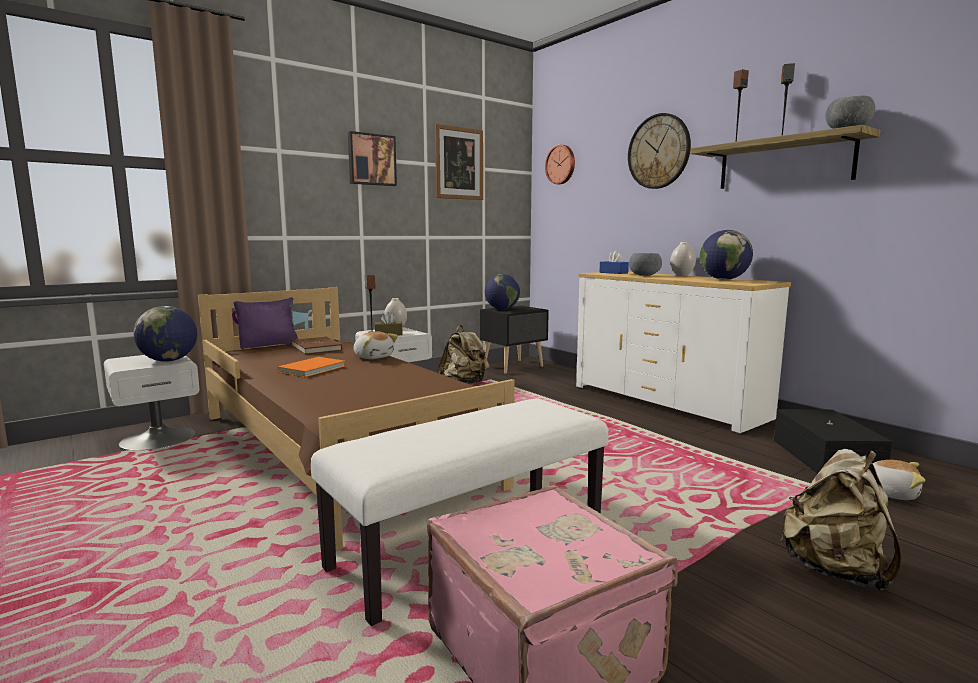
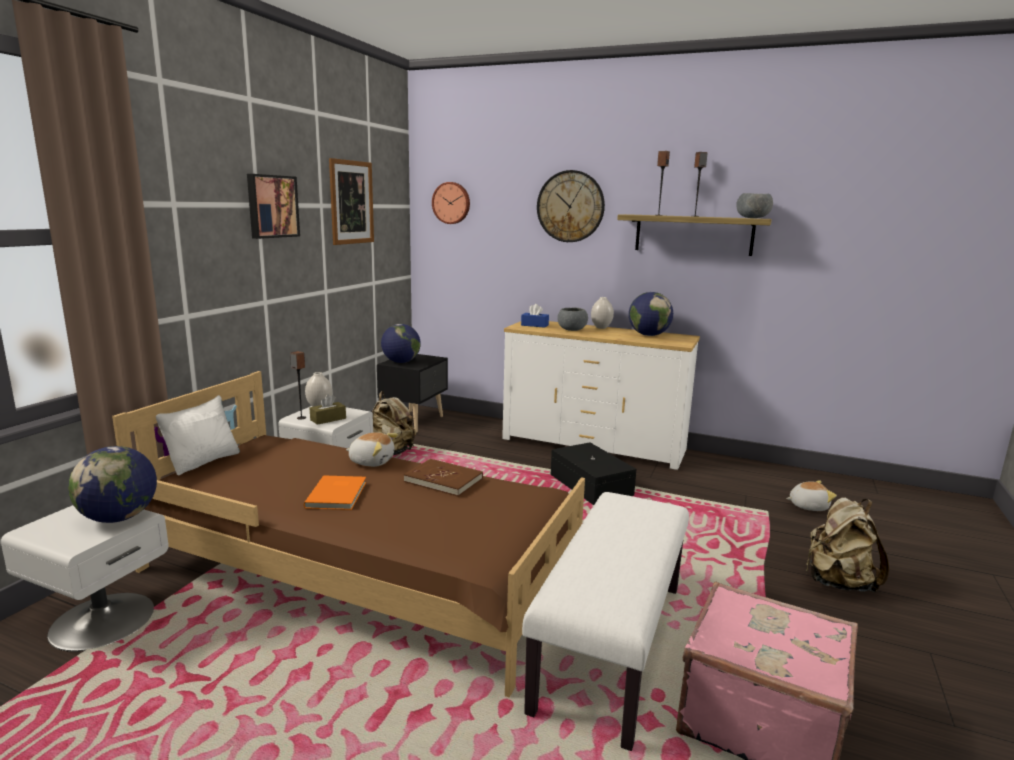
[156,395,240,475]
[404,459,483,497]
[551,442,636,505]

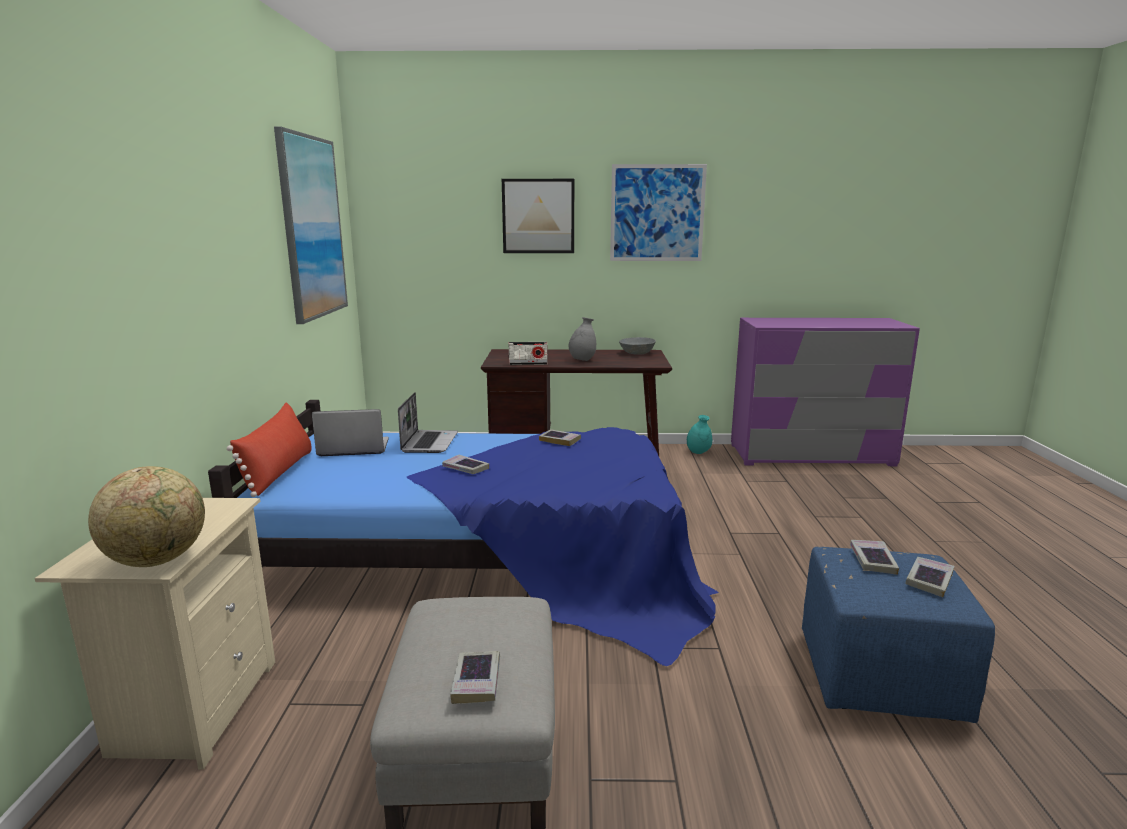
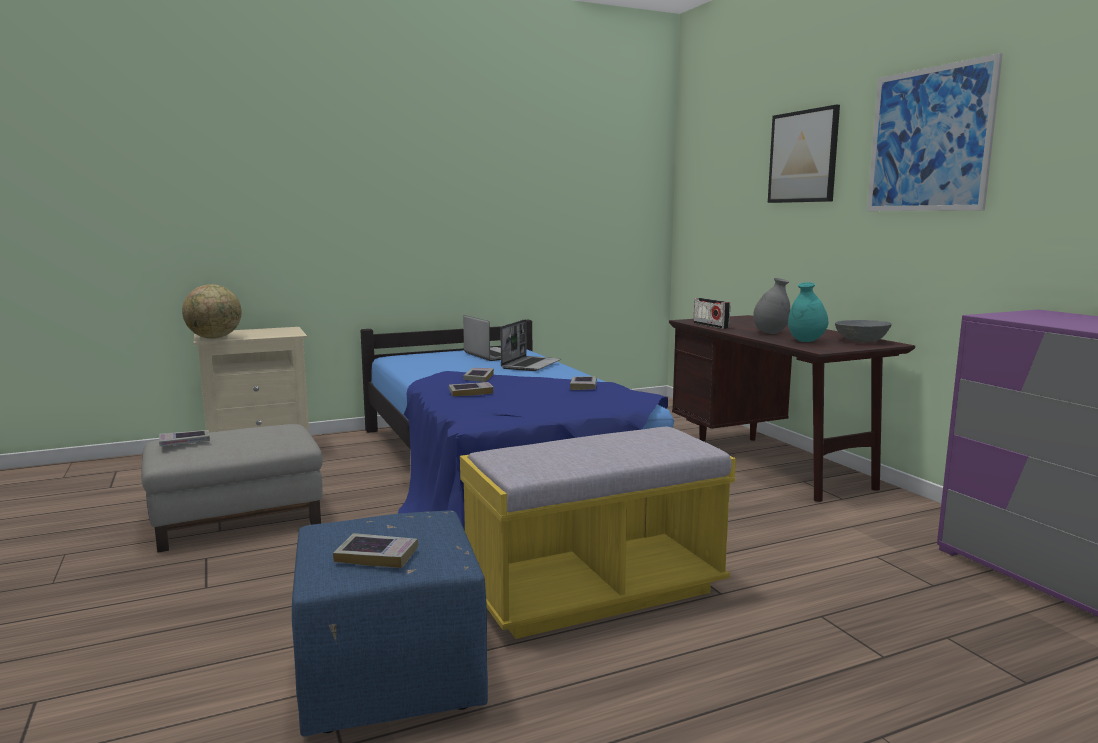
[449,382,493,397]
[460,427,736,639]
[501,319,561,371]
[788,282,828,342]
[227,403,311,497] (first image)
[274,127,348,324] (first image)

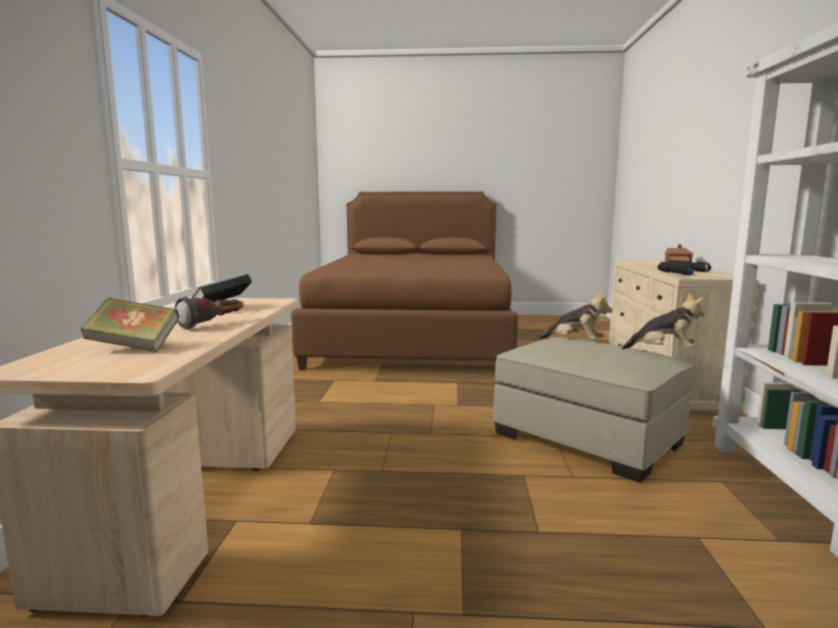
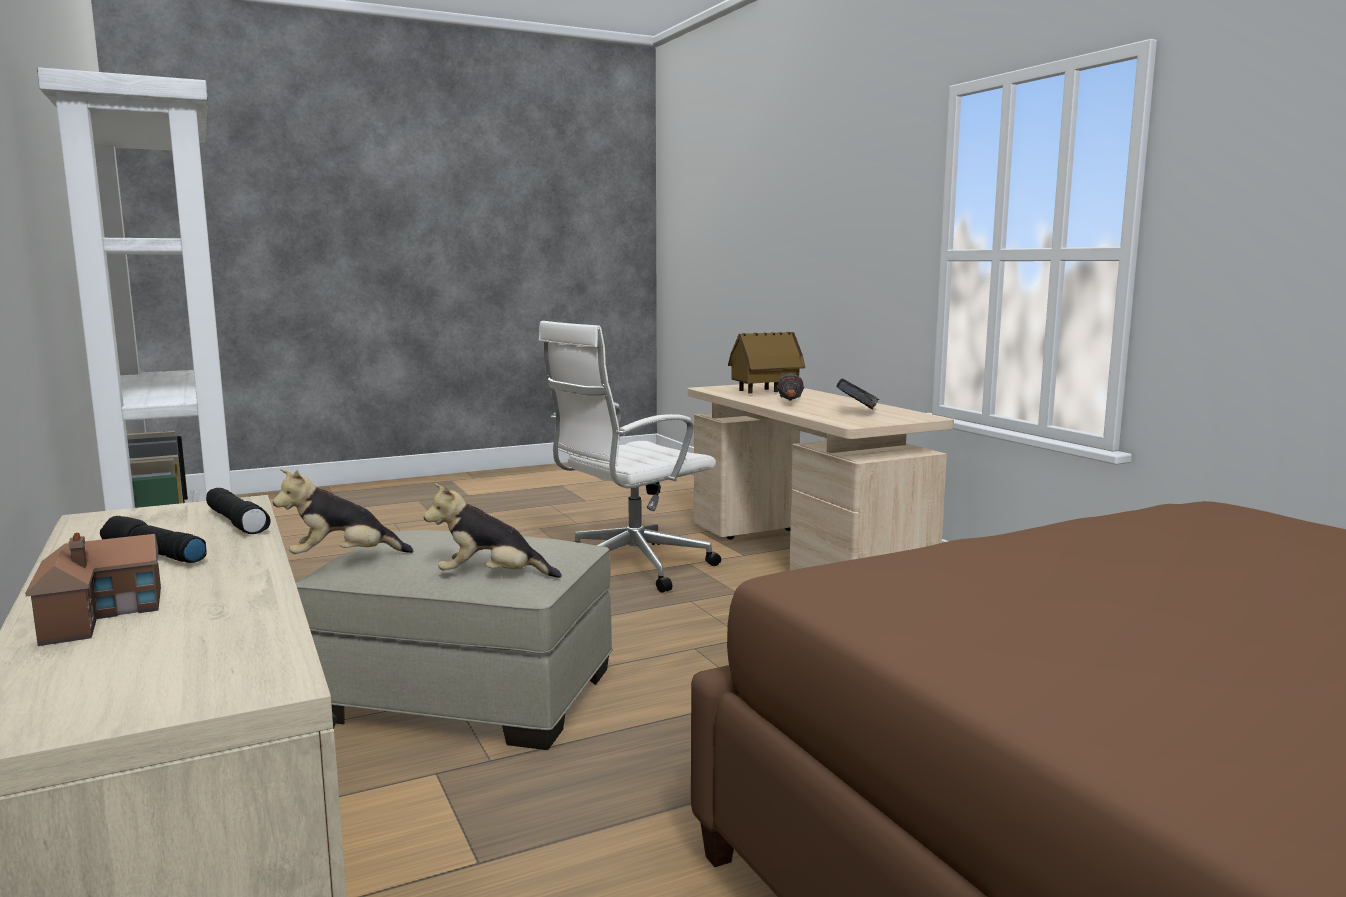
[539,321,721,593]
[728,332,805,394]

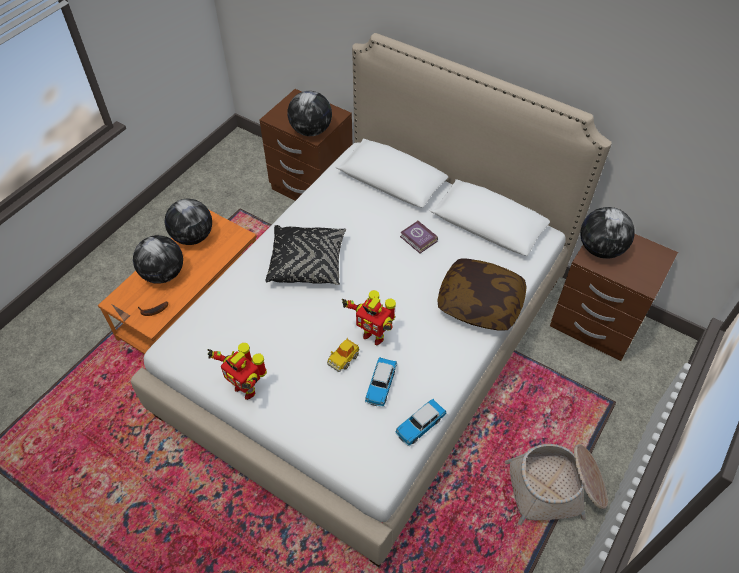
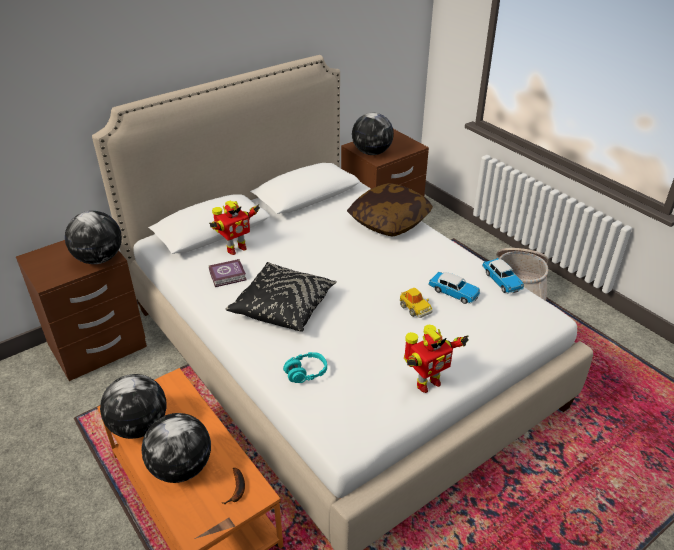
[209,201,260,255]
[209,259,247,287]
[283,352,327,383]

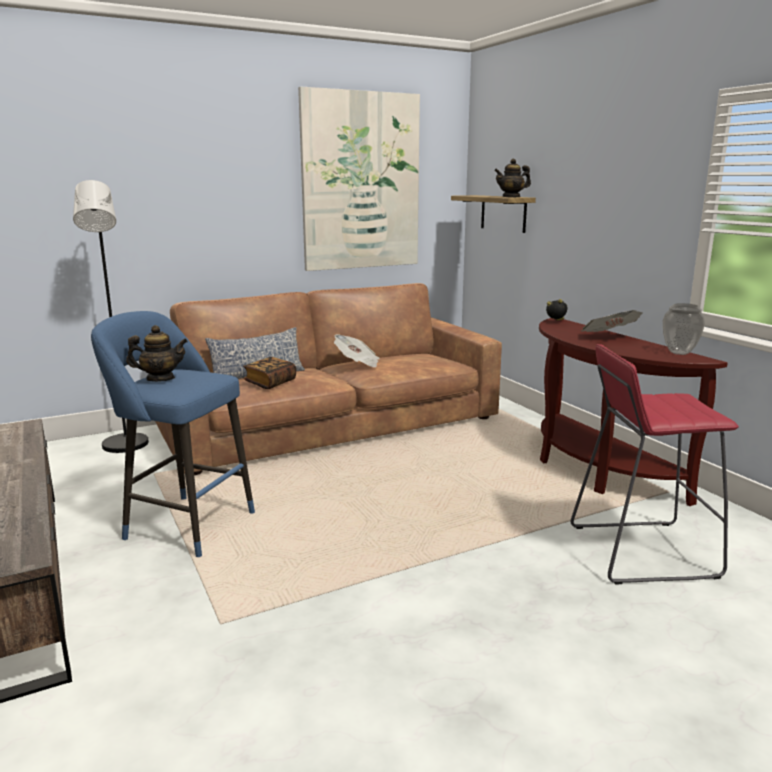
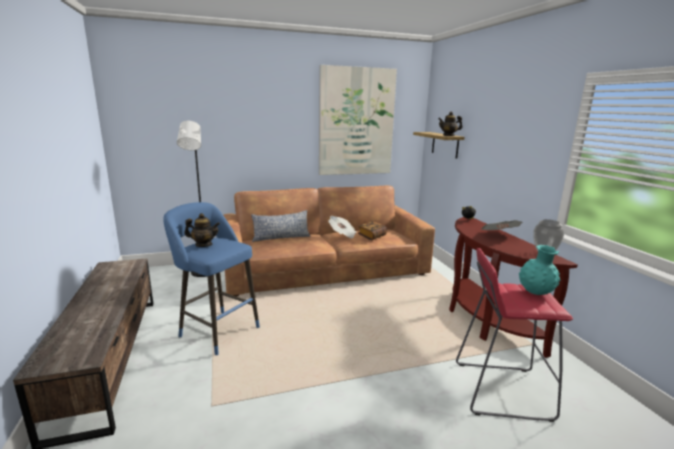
[358,221,387,240]
[519,245,560,295]

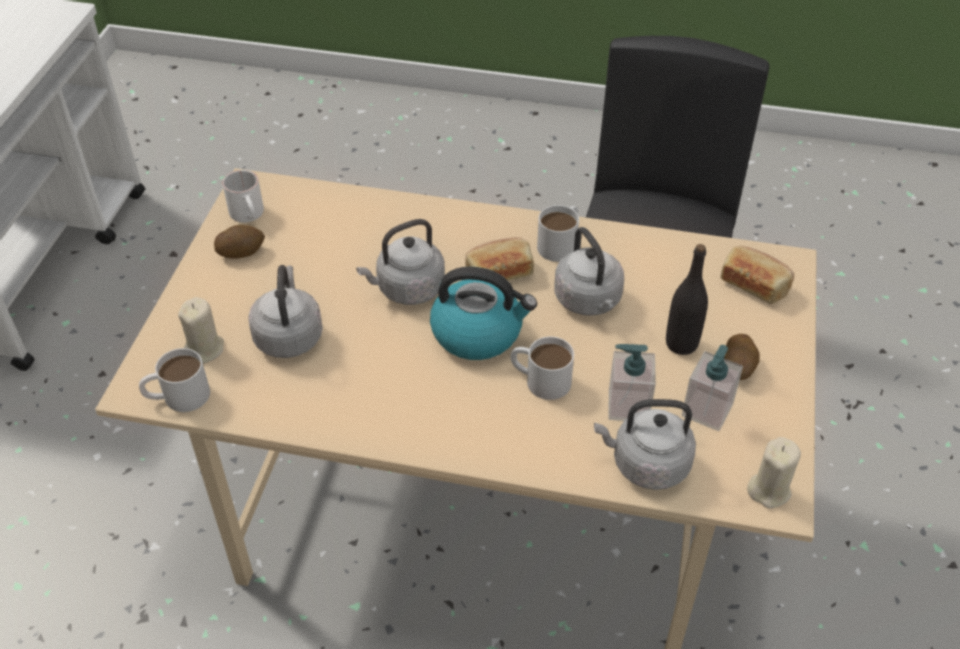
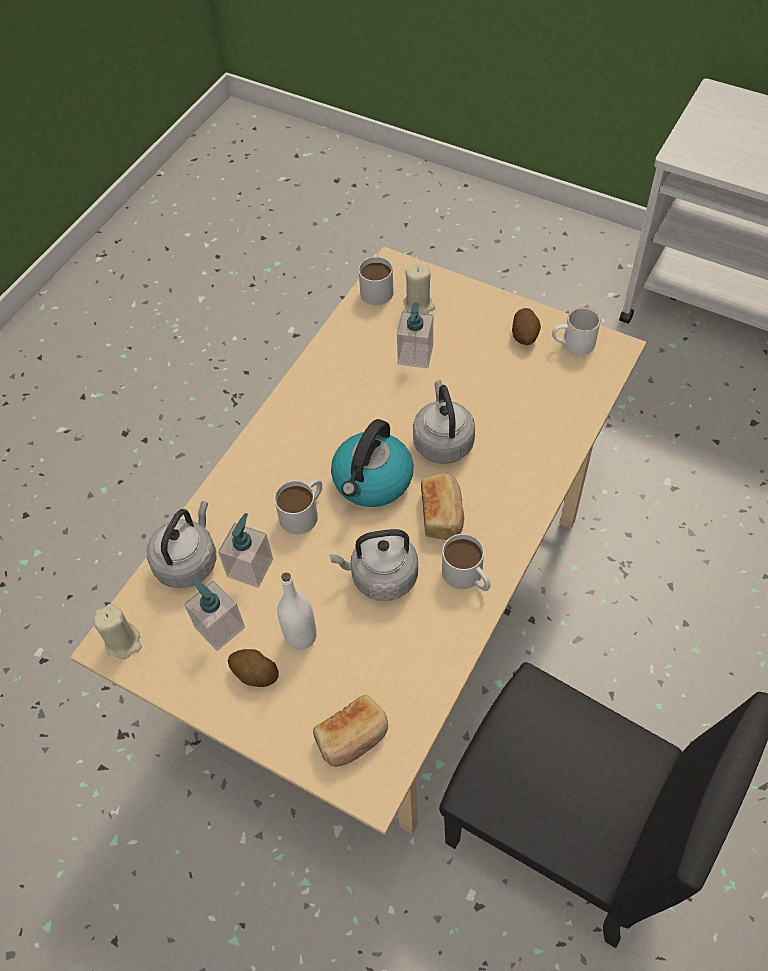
[277,572,317,650]
[397,302,433,368]

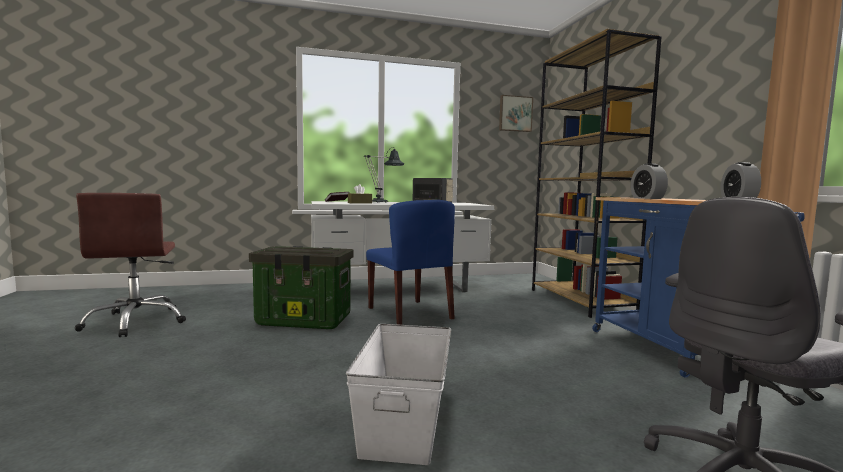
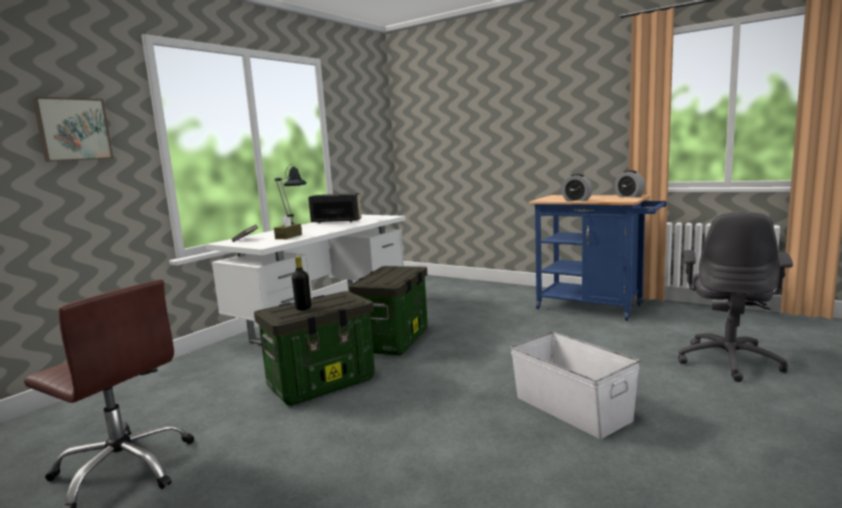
[32,97,113,162]
[292,256,311,310]
[348,266,428,356]
[532,29,662,318] (first image)

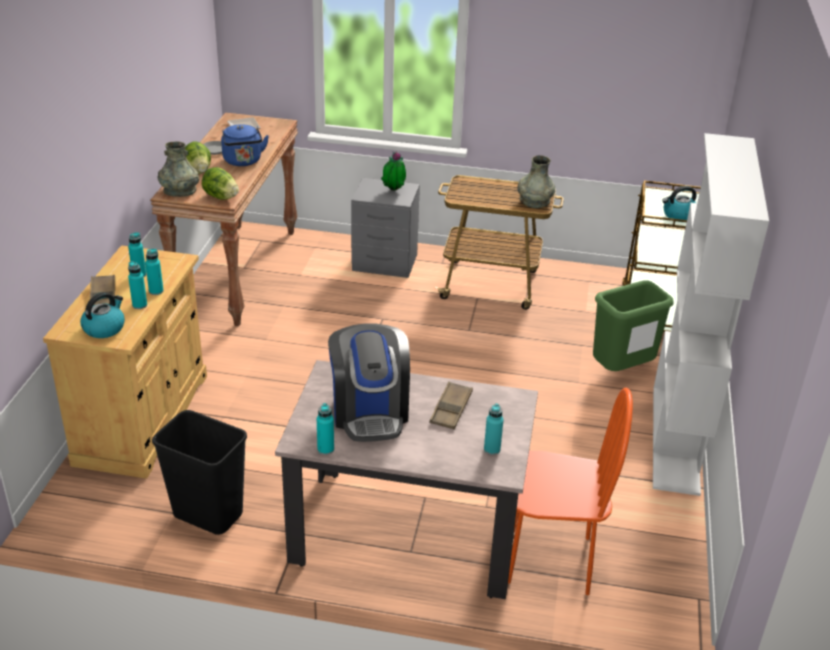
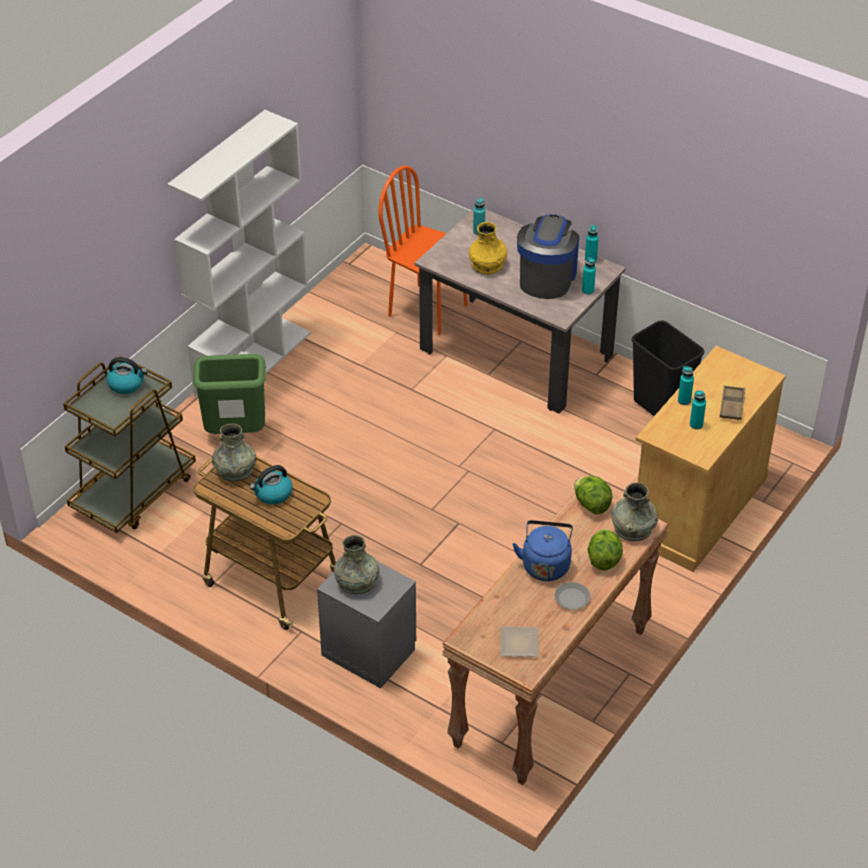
[250,465,293,505]
[334,535,379,594]
[469,222,507,275]
[582,257,596,295]

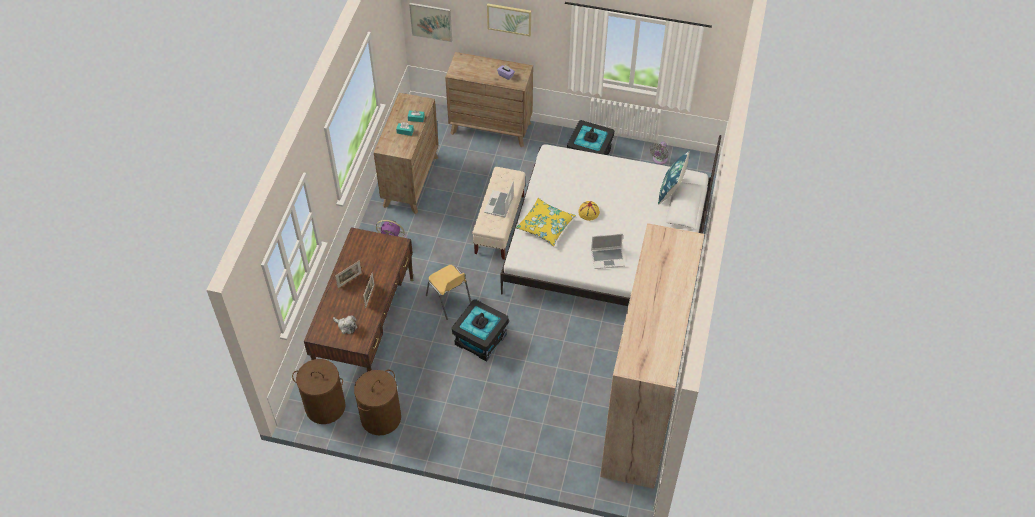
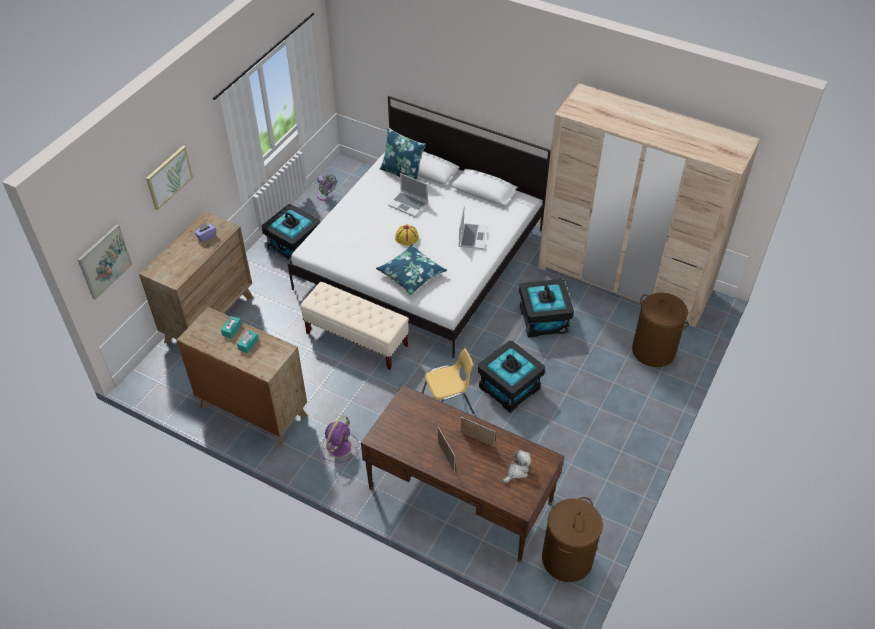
[376,245,447,295]
[388,173,428,217]
[519,279,574,338]
[632,293,689,367]

